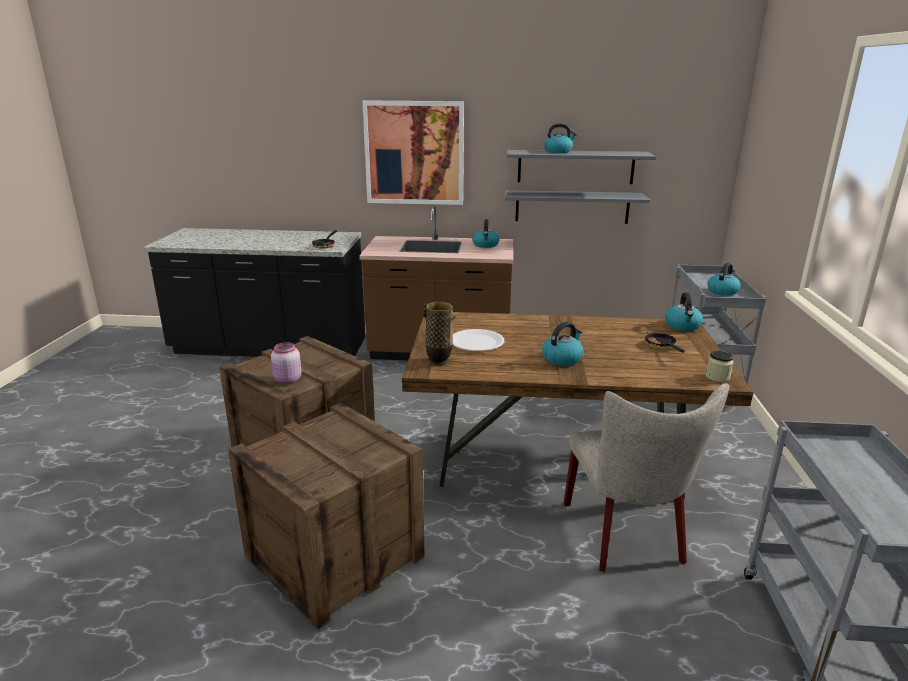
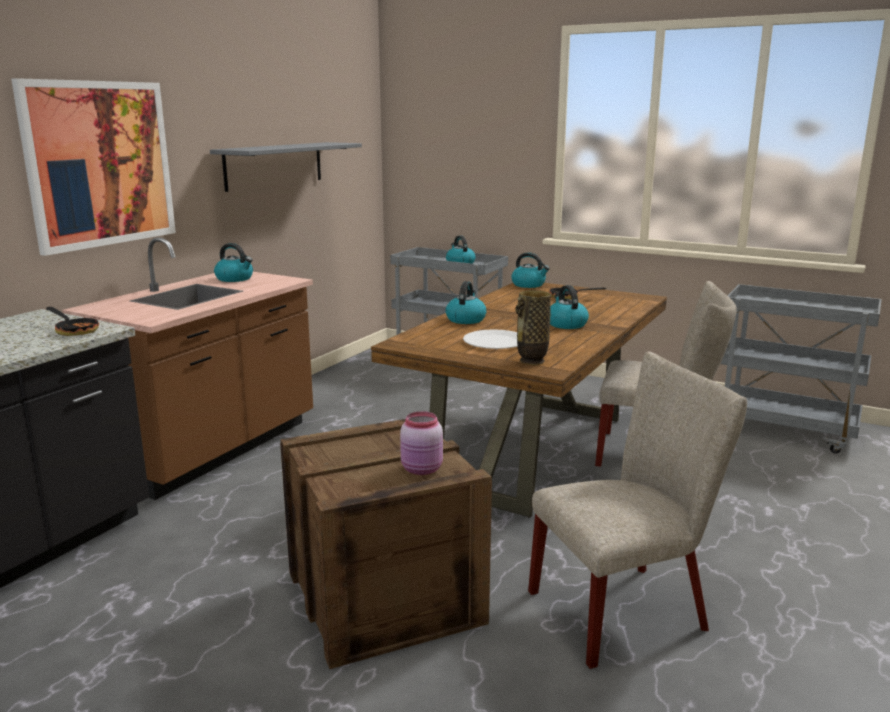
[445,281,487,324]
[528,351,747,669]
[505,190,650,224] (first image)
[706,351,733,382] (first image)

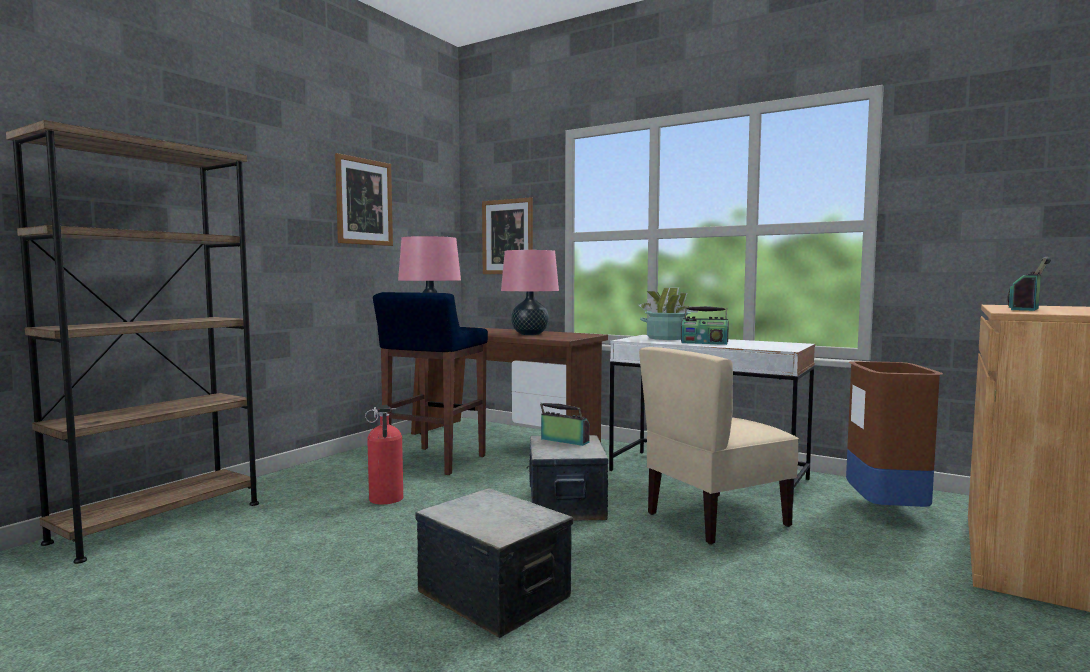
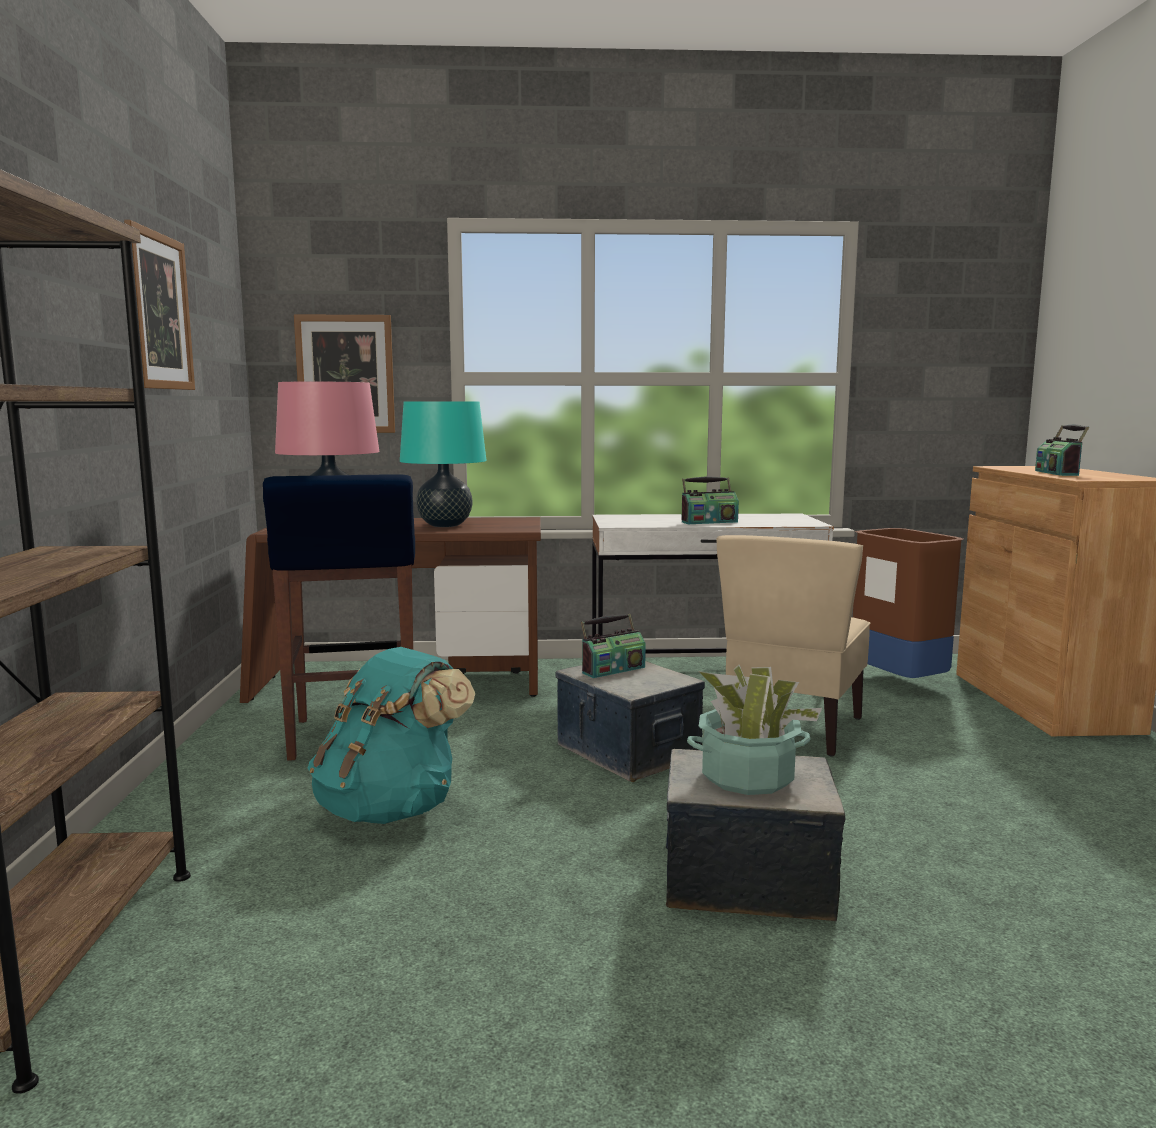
[308,647,475,824]
[400,401,487,527]
[581,614,646,678]
[687,665,822,795]

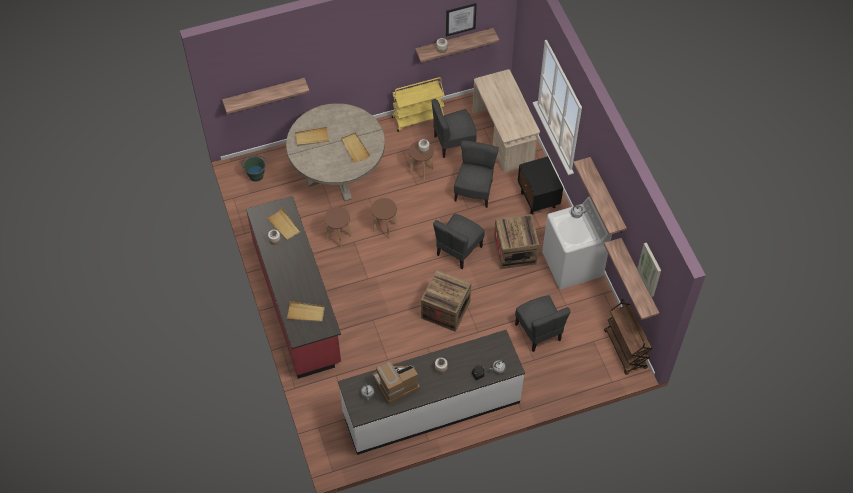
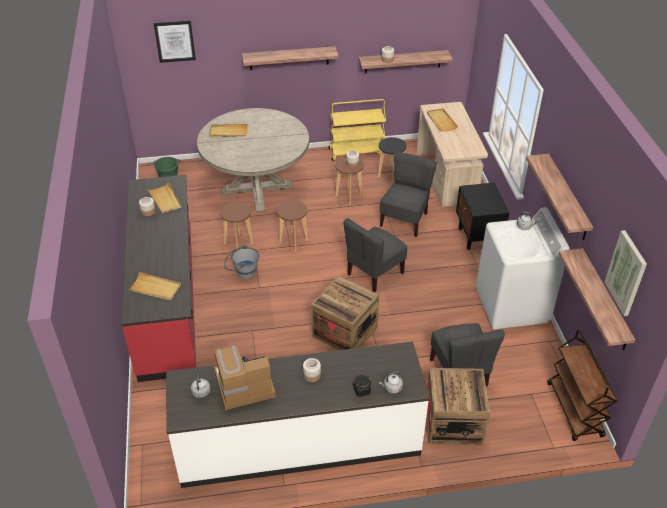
[154,20,196,63]
[224,245,259,279]
[242,46,338,70]
[378,137,406,185]
[427,108,458,132]
[427,368,490,445]

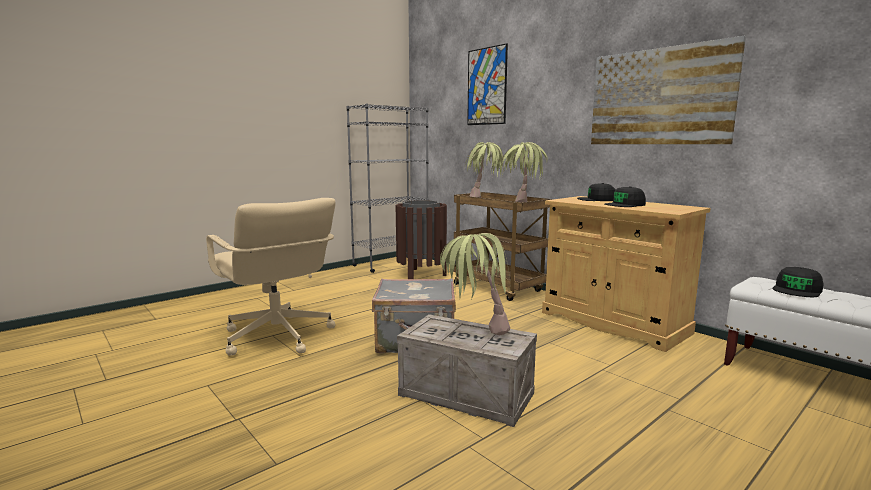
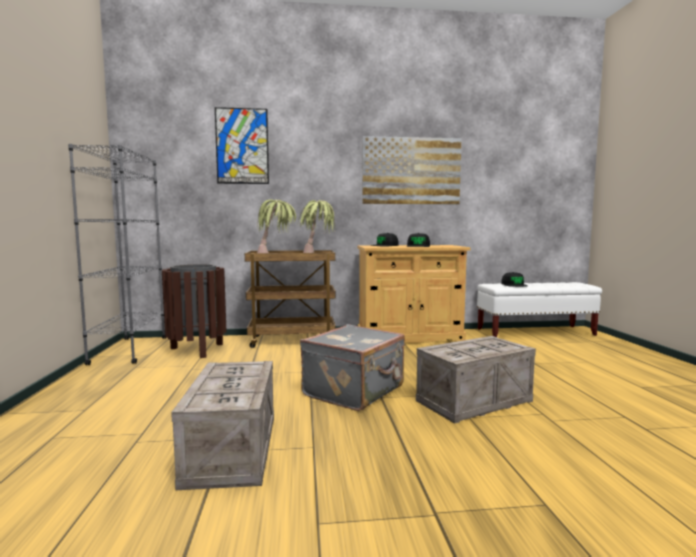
[171,361,274,490]
[440,233,510,335] (first image)

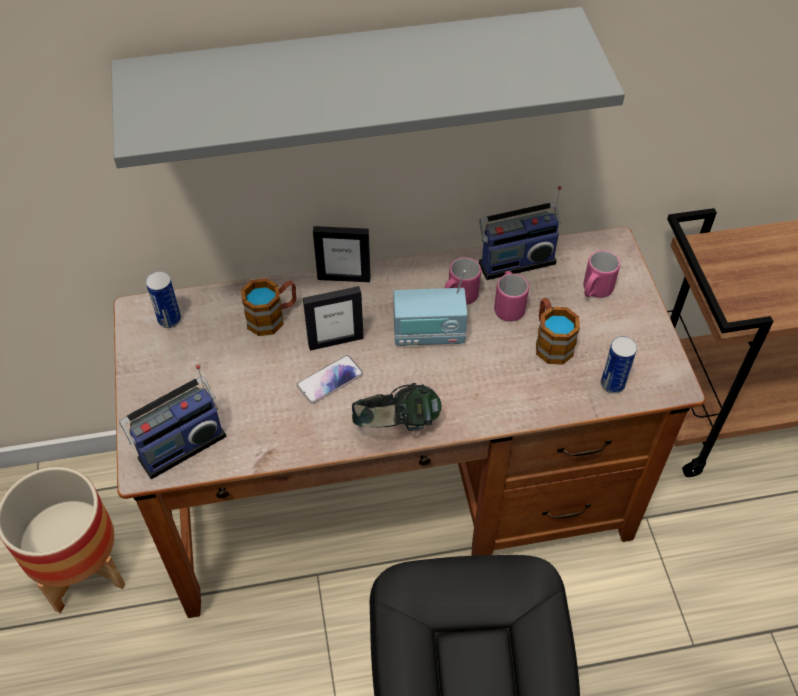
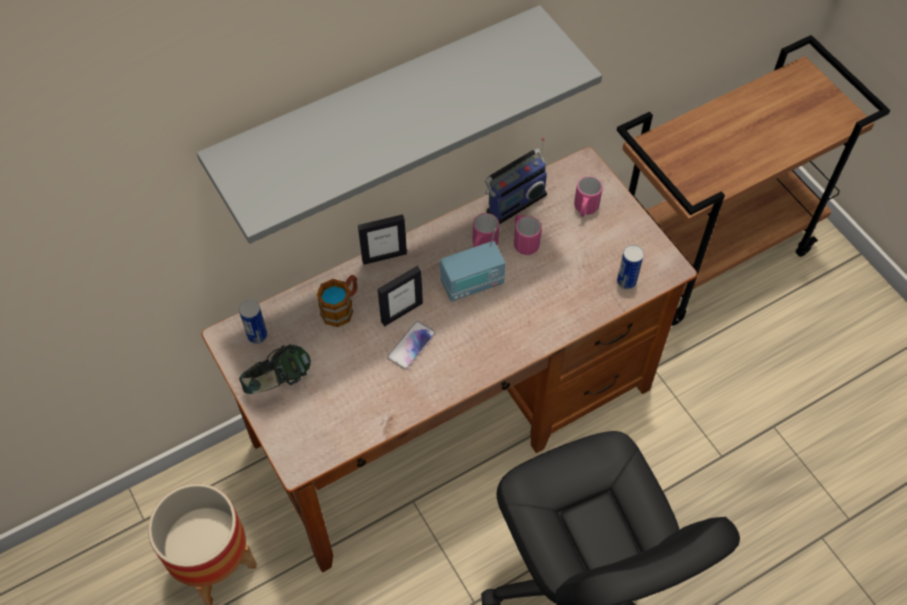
[239,344,311,394]
[119,365,226,479] (first image)
[536,298,580,365] (first image)

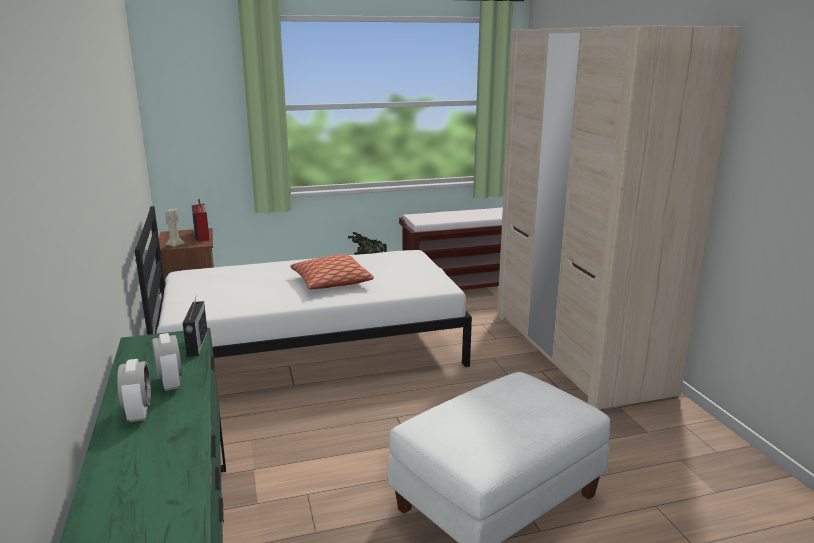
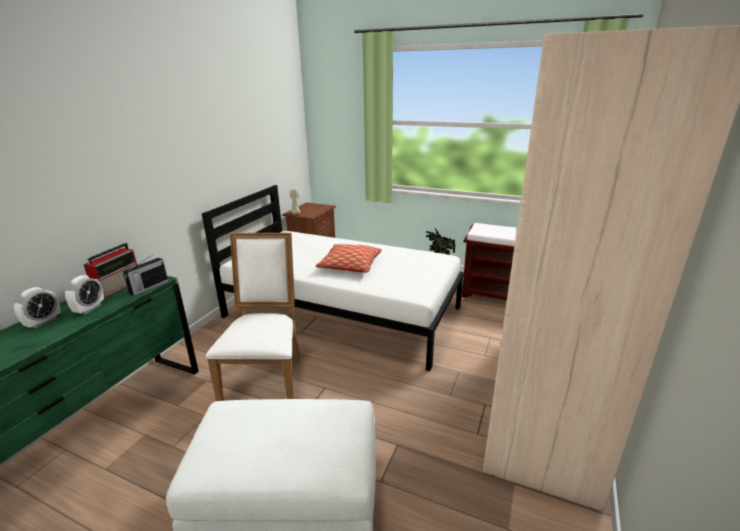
[84,243,137,298]
[206,233,300,401]

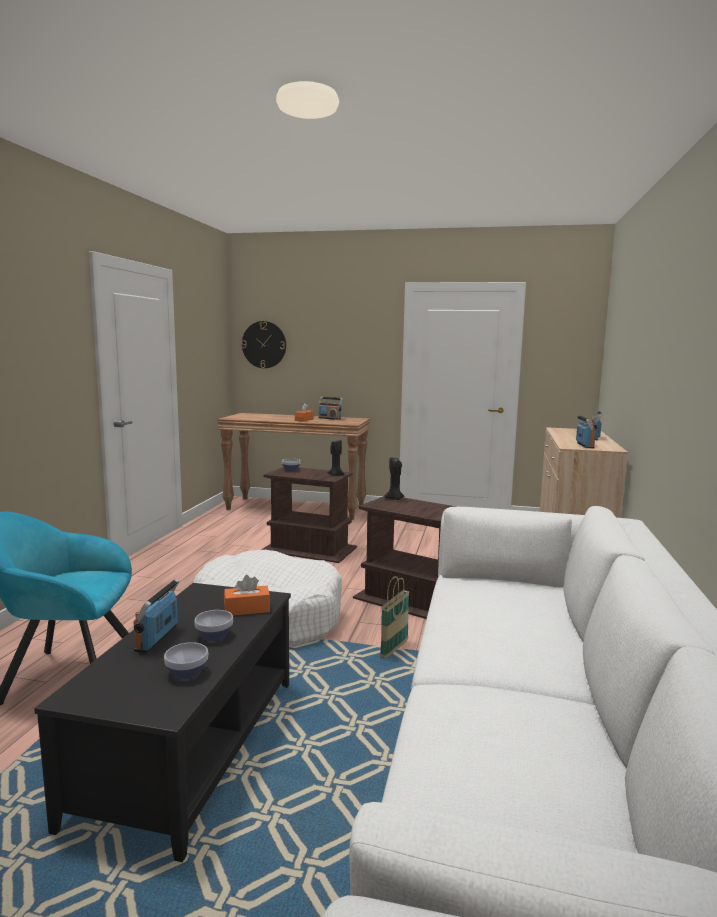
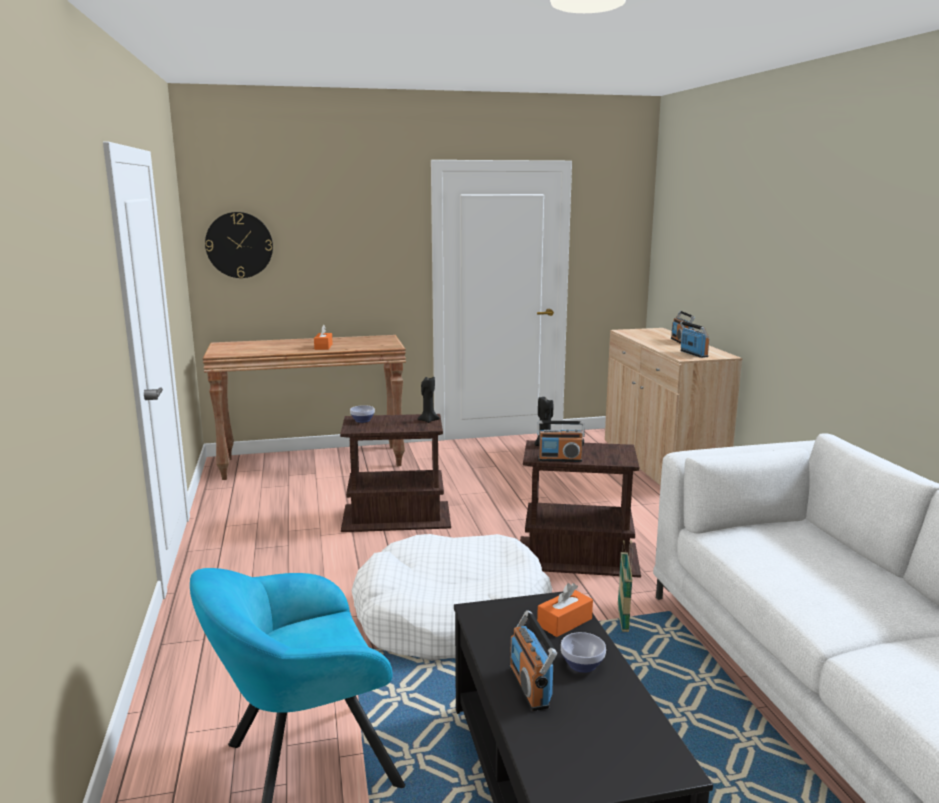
[537,421,585,462]
[164,642,208,679] (first image)

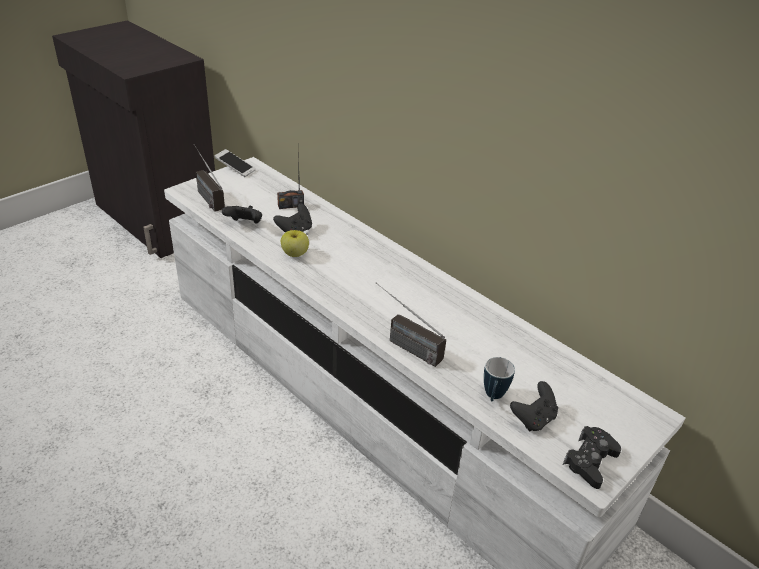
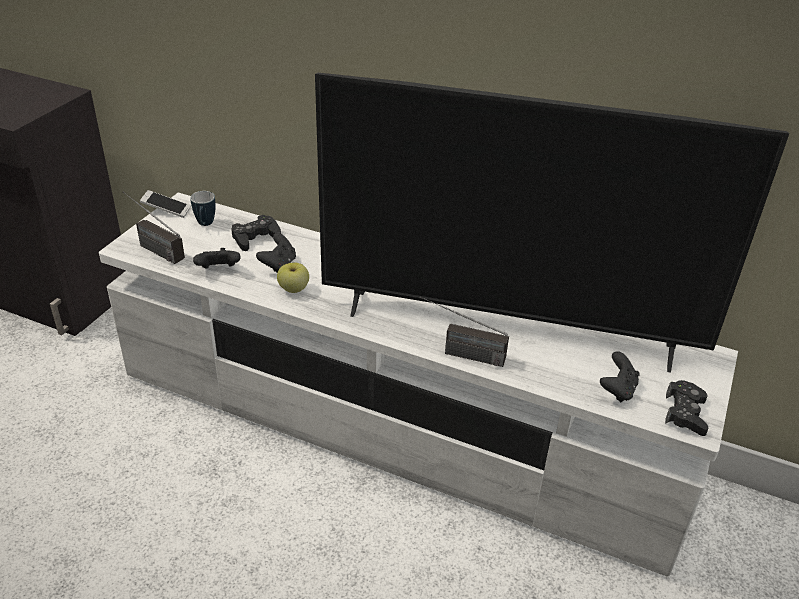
[190,191,216,226]
[231,215,281,251]
[315,73,789,373]

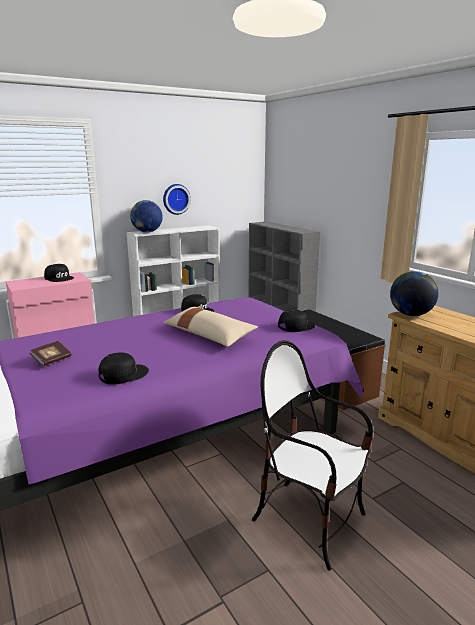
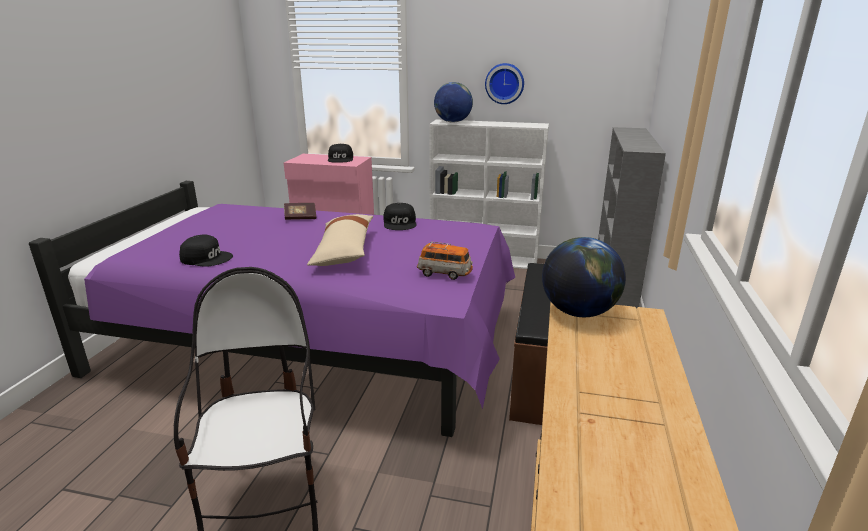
[284,203,316,220]
[417,242,473,280]

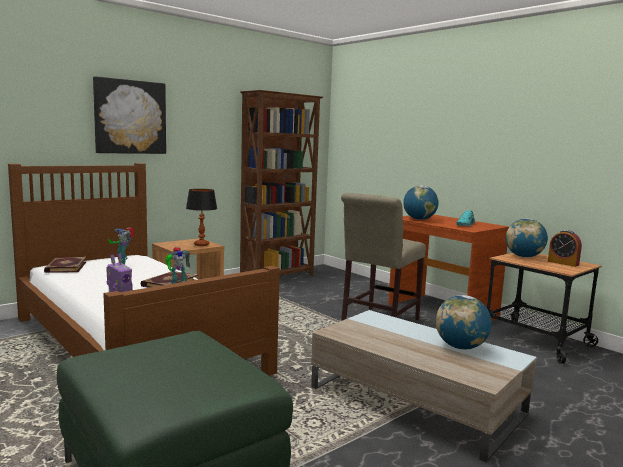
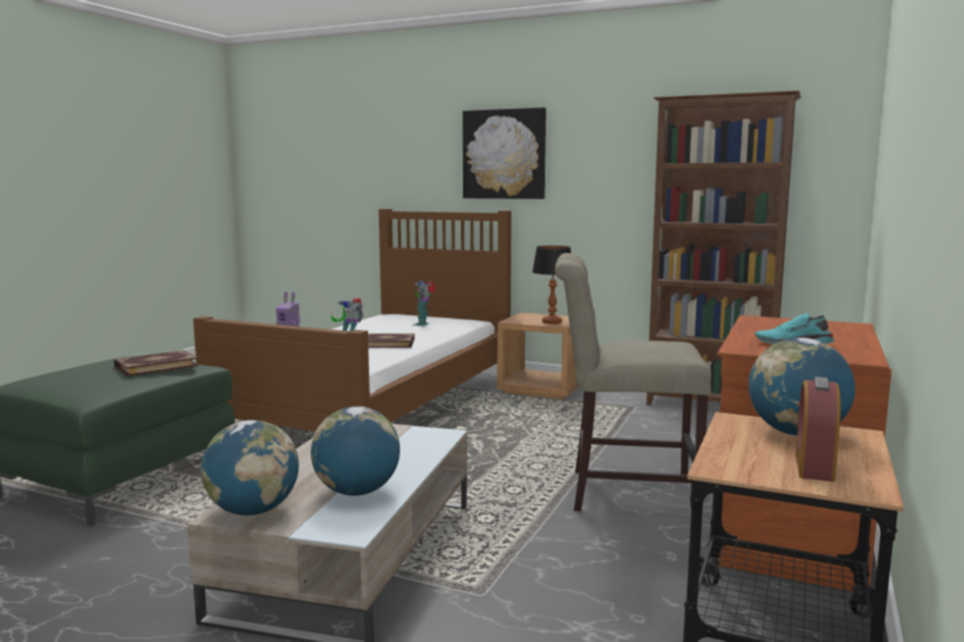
[114,350,199,376]
[201,420,299,515]

